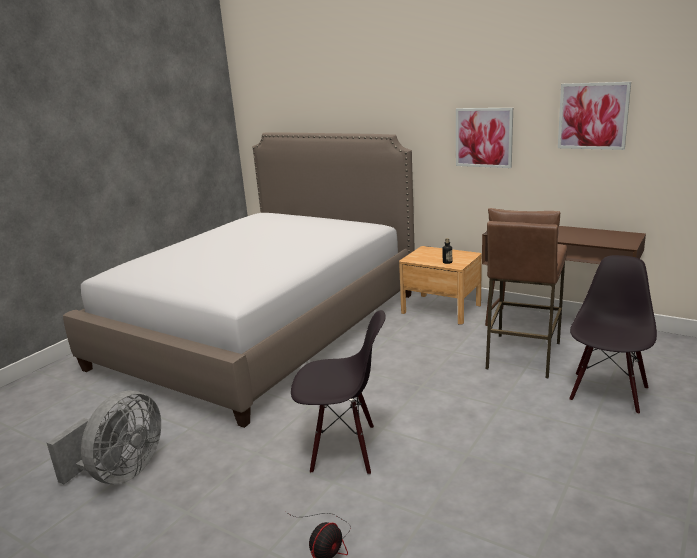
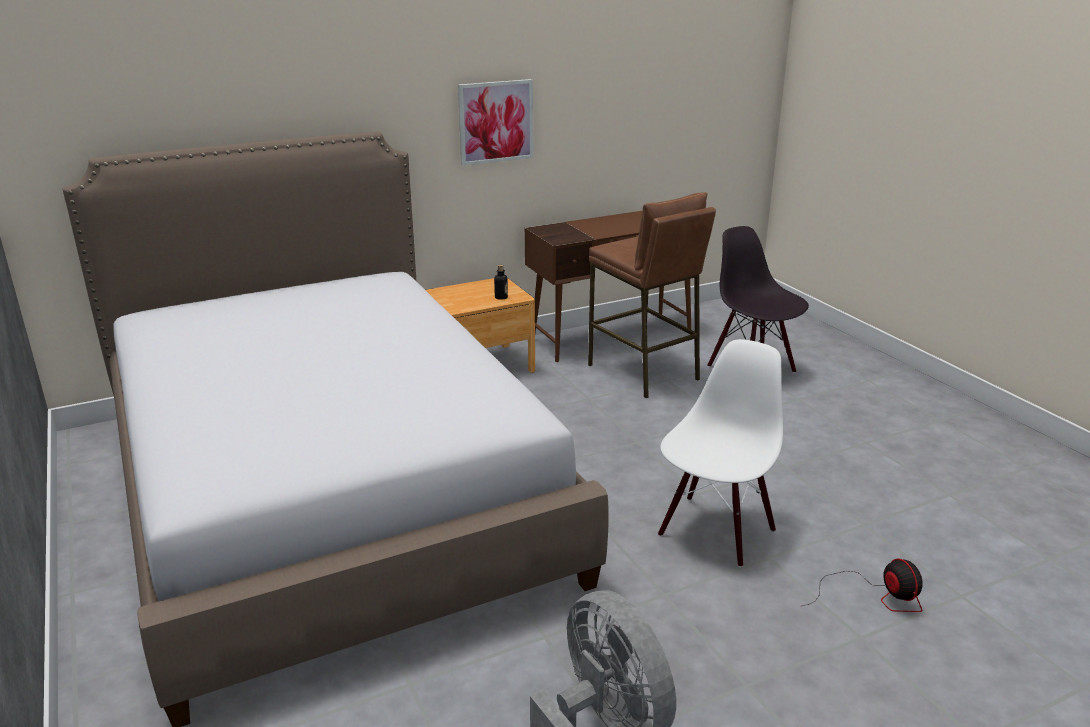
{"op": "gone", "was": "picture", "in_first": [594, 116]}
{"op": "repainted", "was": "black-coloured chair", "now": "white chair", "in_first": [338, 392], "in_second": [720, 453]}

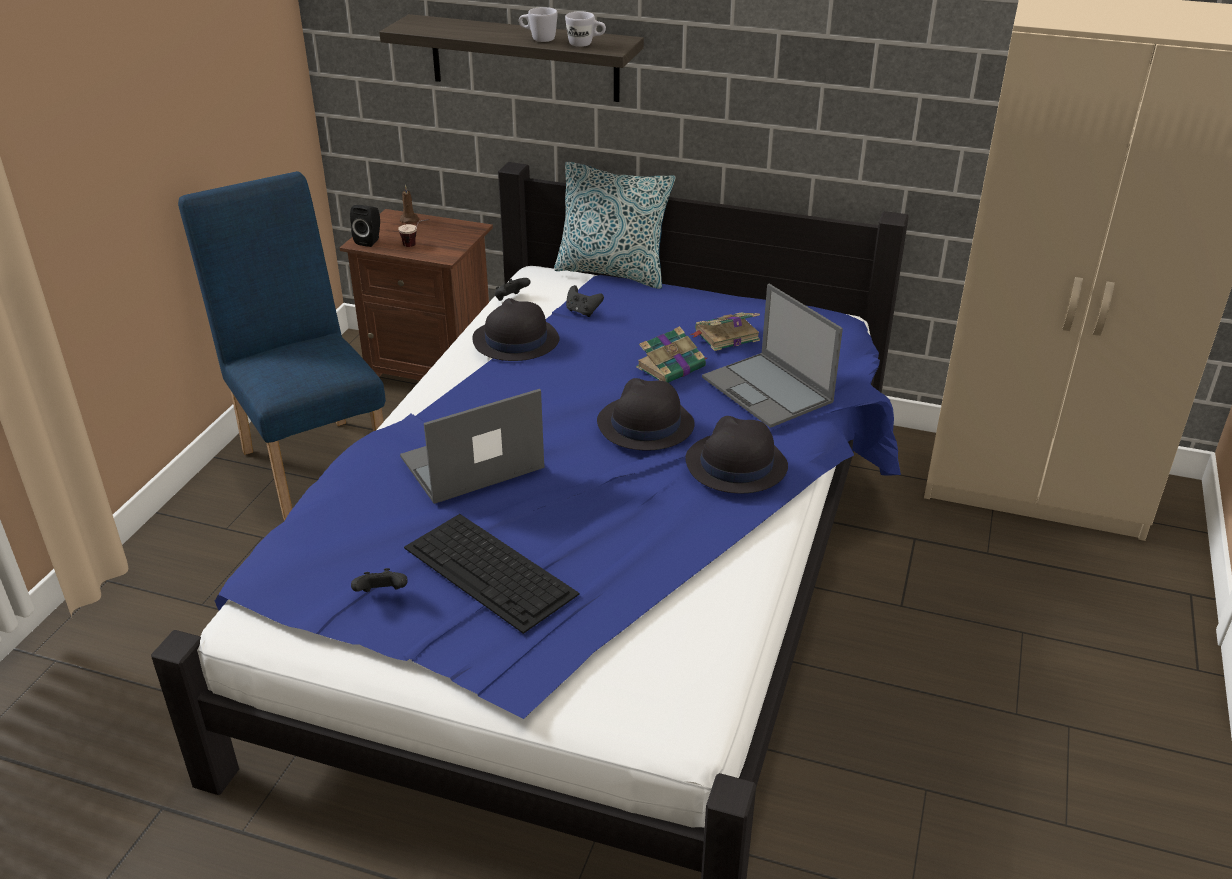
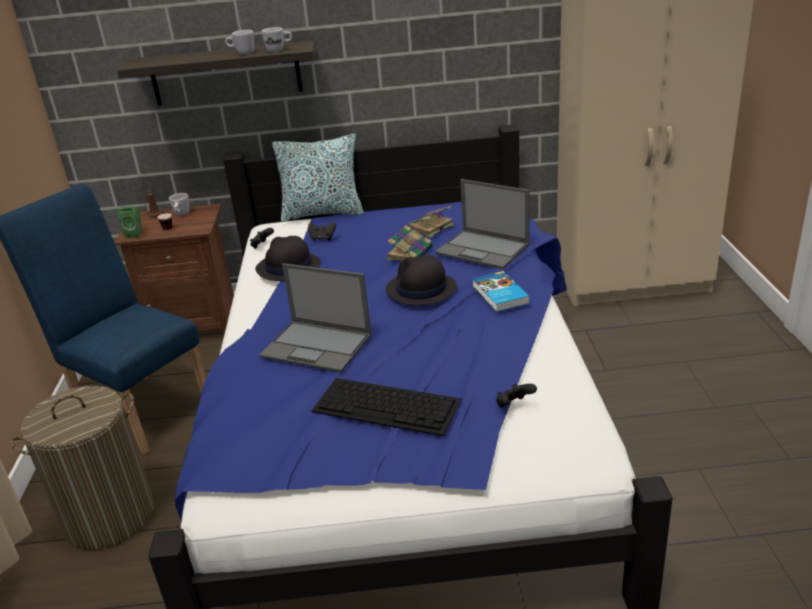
{"op": "new", "now": "hamper", "in_second": [82, 468]}
{"op": "new", "now": "white coffee mug", "in_second": [179, 204]}
{"op": "shifted", "was": "black-coloured gamepad", "in_first": [379, 580], "in_second": [516, 395]}
{"op": "swapped", "was": "black-coloured hat", "now": "volume", "in_first": [736, 454], "in_second": [501, 291]}
{"op": "repainted", "was": "black-coloured loudspeaker", "now": "green-coloured loudspeaker", "in_first": [365, 226], "in_second": [129, 222]}
{"op": "rotated", "was": "portable computer", "in_first": [472, 446], "in_second": [315, 318], "clockwise": -105}

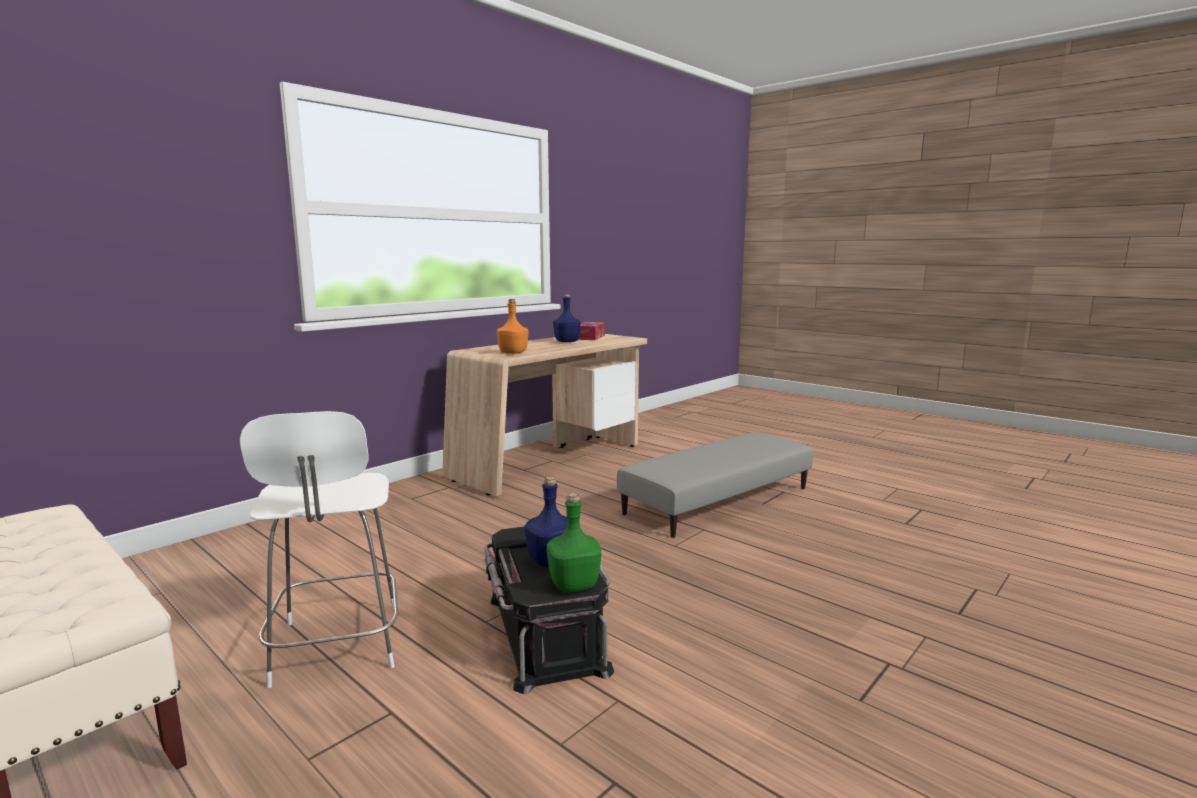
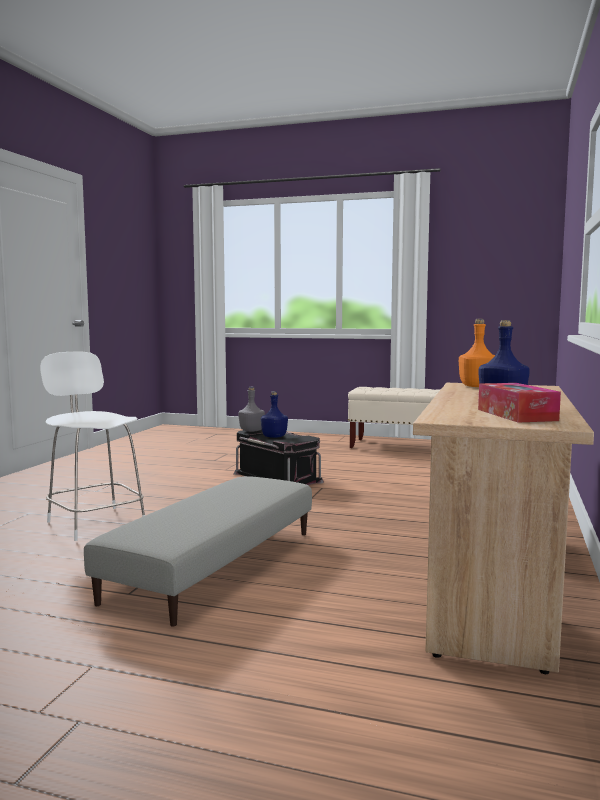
{"op": "shifted", "was": "white chair", "in_first": [319, 549], "in_second": [92, 446]}
{"op": "repainted", "was": "green-coloured drink bottle", "now": "greyish drink bottle", "in_first": [574, 542], "in_second": [251, 409]}

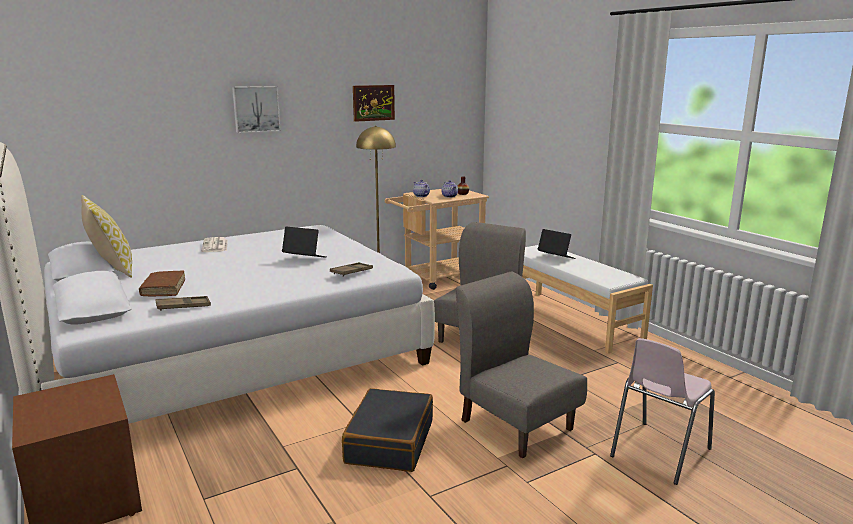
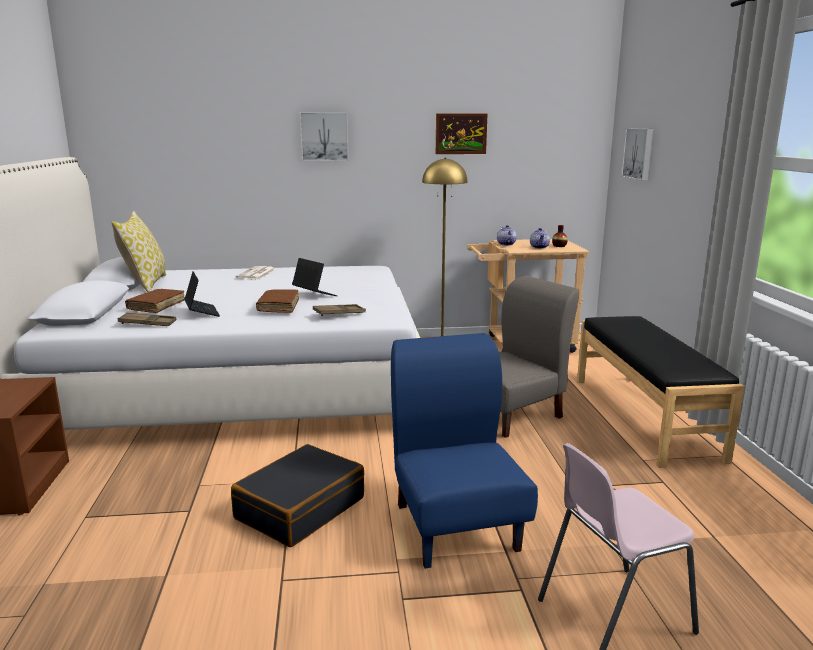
{"op": "new", "now": "brownish volume", "in_second": [277, 301]}
{"op": "new", "now": "picture", "in_second": [637, 154]}
{"op": "shifted", "was": "portable computer", "in_first": [556, 244], "in_second": [202, 294]}
{"op": "repainted", "was": "greyish chair", "now": "bluish chair", "in_first": [521, 365], "in_second": [464, 451]}
{"op": "repainted", "was": "white long seat", "now": "black-coloured long seat", "in_first": [587, 299], "in_second": [661, 392]}

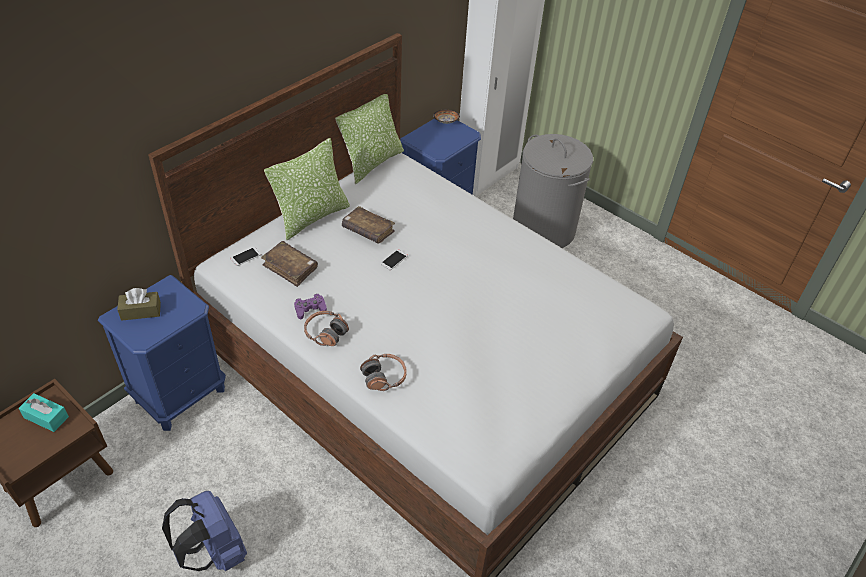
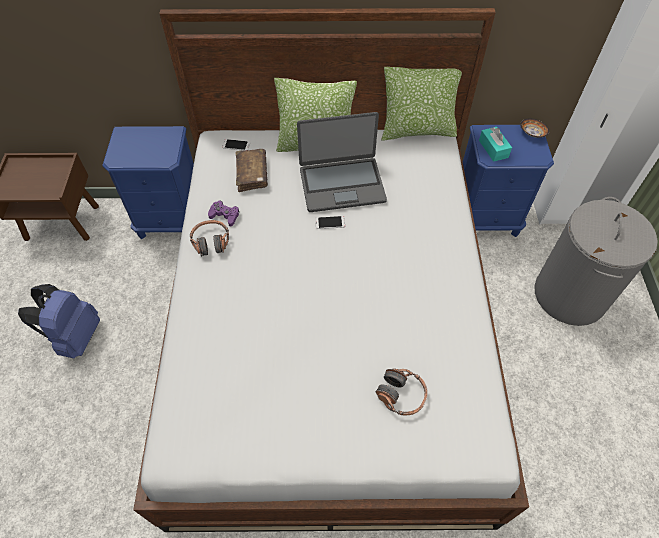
{"op": "gone", "was": "brownish tissue holder", "in_first": [139, 304]}
{"op": "shifted", "was": "turquoise-coloured tissue holder", "in_first": [44, 412], "in_second": [495, 144]}
{"op": "shifted", "was": "headphones", "in_first": [383, 372], "in_second": [402, 392]}
{"op": "swapped", "was": "brownish volume", "now": "portable computer", "in_first": [368, 225], "in_second": [342, 162]}

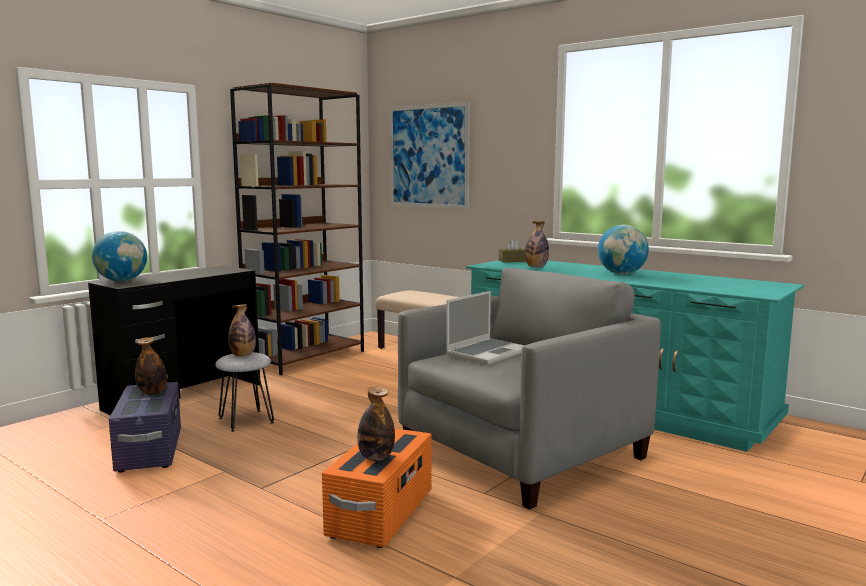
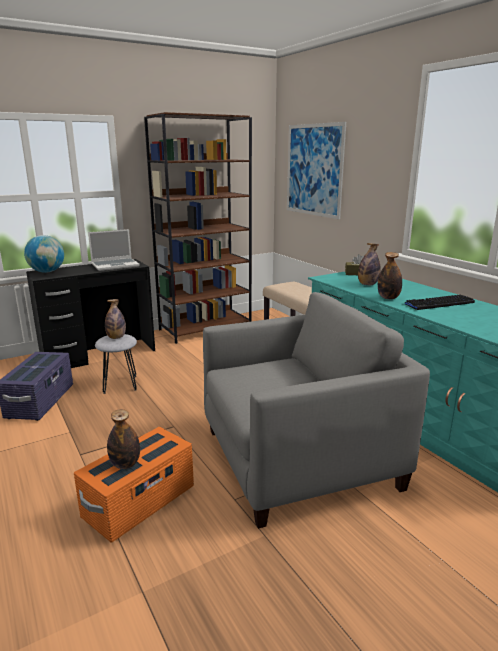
{"op": "shifted", "was": "drink bottle", "in_first": [151, 366], "in_second": [390, 275]}
{"op": "shifted", "was": "portable computer", "in_first": [485, 328], "in_second": [114, 250]}
{"op": "swapped", "was": "globe", "now": "PC keyboard", "in_first": [623, 249], "in_second": [440, 302]}

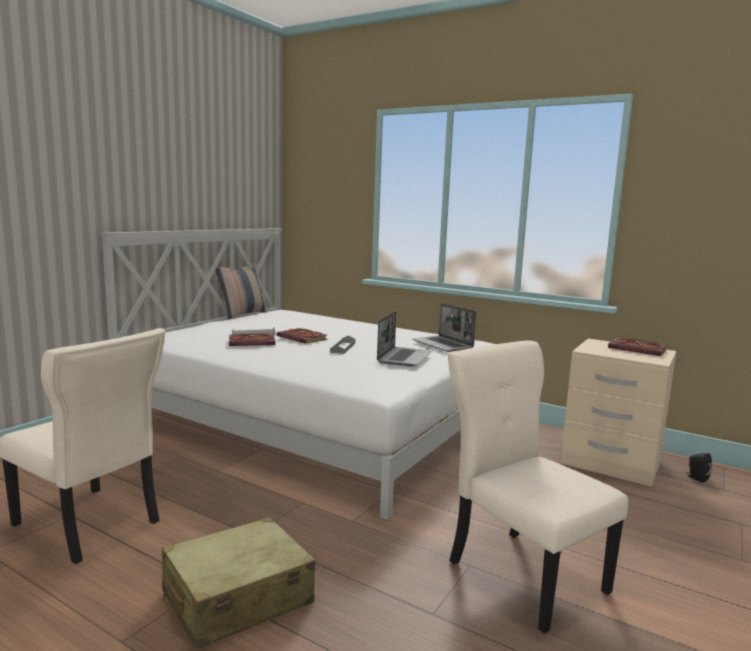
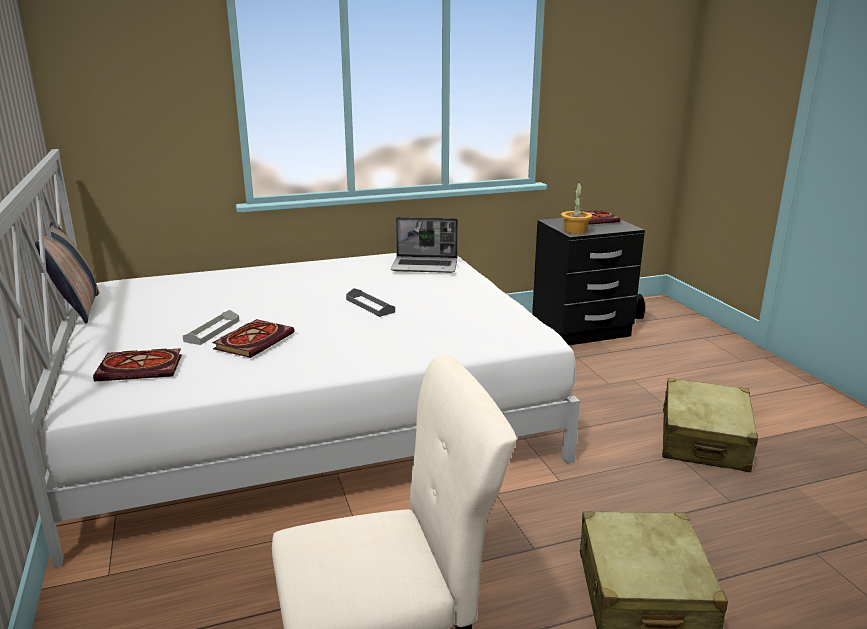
{"op": "gone", "was": "portable computer", "in_first": [404, 339]}
{"op": "new", "now": "plant in a pot", "in_second": [576, 207]}
{"op": "shifted", "was": "volume", "in_first": [301, 336], "in_second": [137, 365]}
{"op": "swapped", "was": "sand-coloured chair", "now": "sand-coloured travel case", "in_first": [538, 487], "in_second": [710, 425]}
{"op": "repainted", "was": "sand-coloured bedside table", "now": "black-coloured bedside table", "in_first": [618, 412], "in_second": [588, 281]}

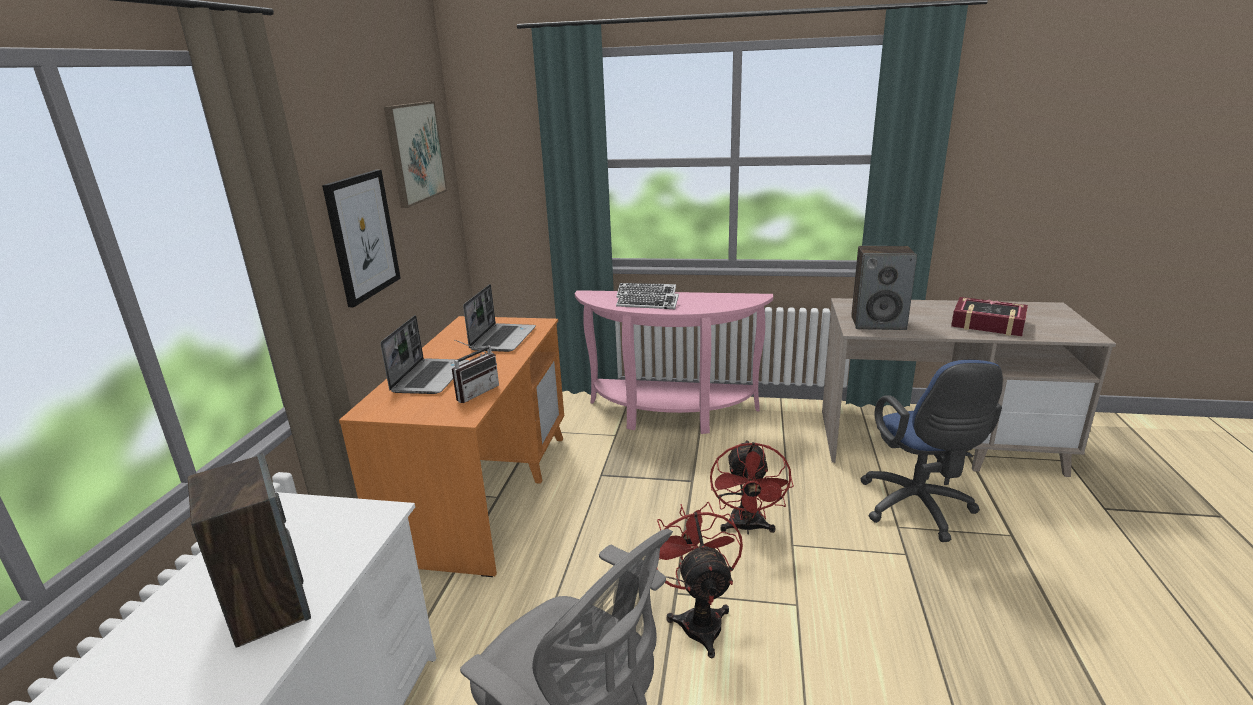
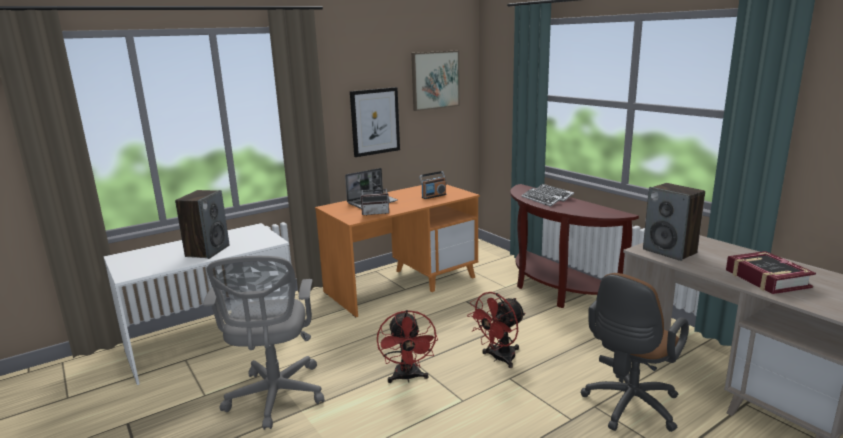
{"op": "swapped", "was": "portable computer", "now": "radio", "in_first": [499, 318], "in_second": [432, 185]}
{"op": "repainted", "was": "pinkish hall table", "now": "brownish hall table", "in_first": [674, 362], "in_second": [574, 246]}
{"op": "repainted", "was": "bluish computer chair", "now": "brownish computer chair", "in_first": [931, 451], "in_second": [635, 352]}
{"op": "rotated", "was": "reddish cooling fan", "in_first": [700, 580], "in_second": [407, 346], "clockwise": 135}

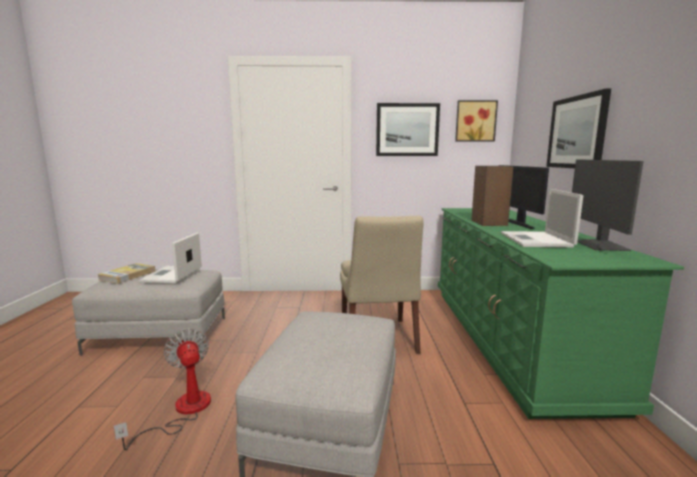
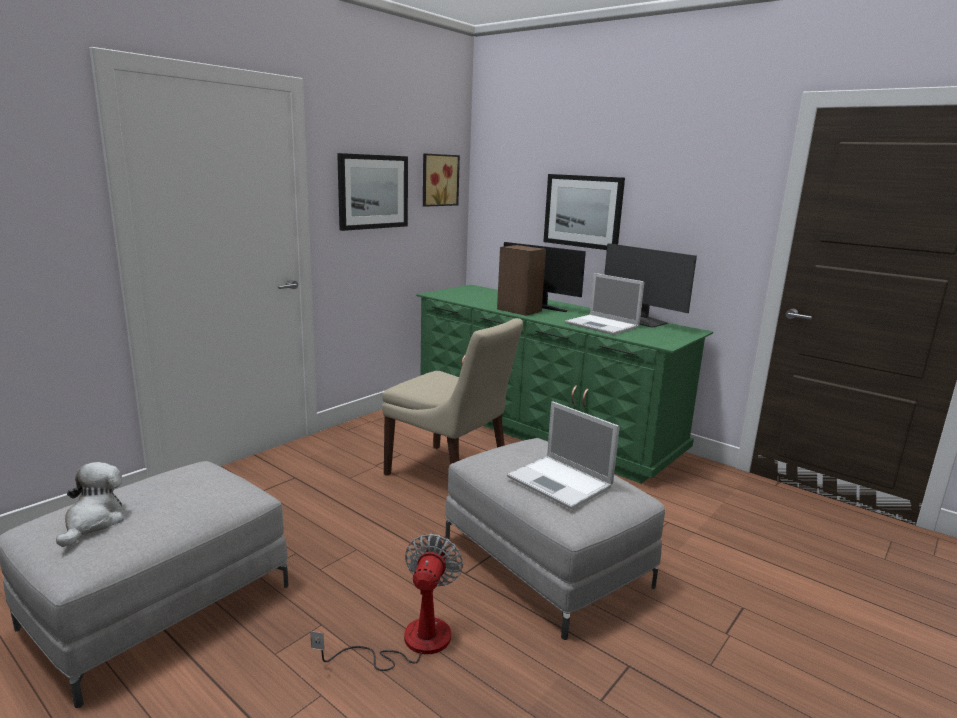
{"op": "shifted", "was": "portable computer", "in_first": [170, 258], "in_second": [563, 455]}
{"op": "swapped", "was": "volume", "now": "plush toy", "in_first": [126, 273], "in_second": [90, 504]}
{"op": "rotated", "was": "cooling fan", "in_first": [162, 389], "in_second": [386, 602], "clockwise": 90}

